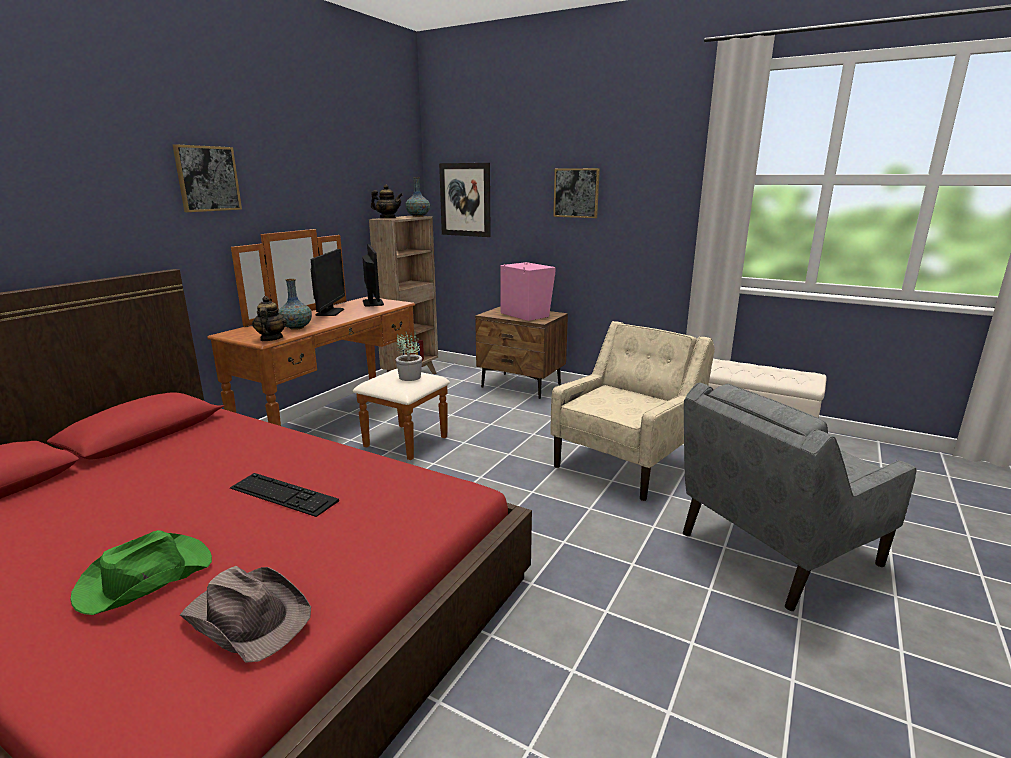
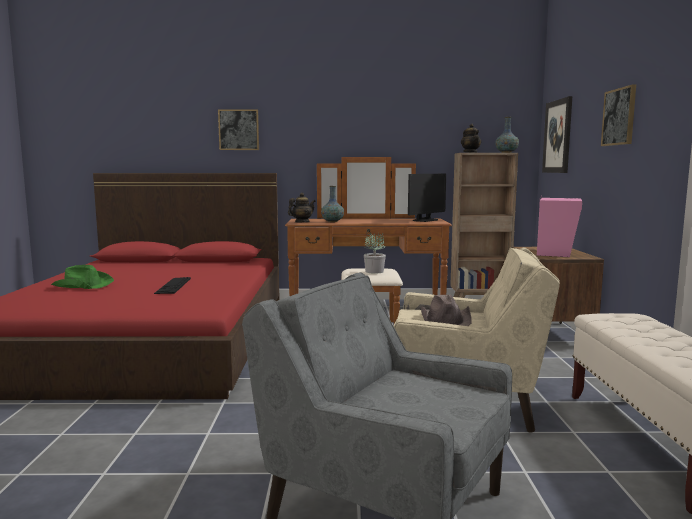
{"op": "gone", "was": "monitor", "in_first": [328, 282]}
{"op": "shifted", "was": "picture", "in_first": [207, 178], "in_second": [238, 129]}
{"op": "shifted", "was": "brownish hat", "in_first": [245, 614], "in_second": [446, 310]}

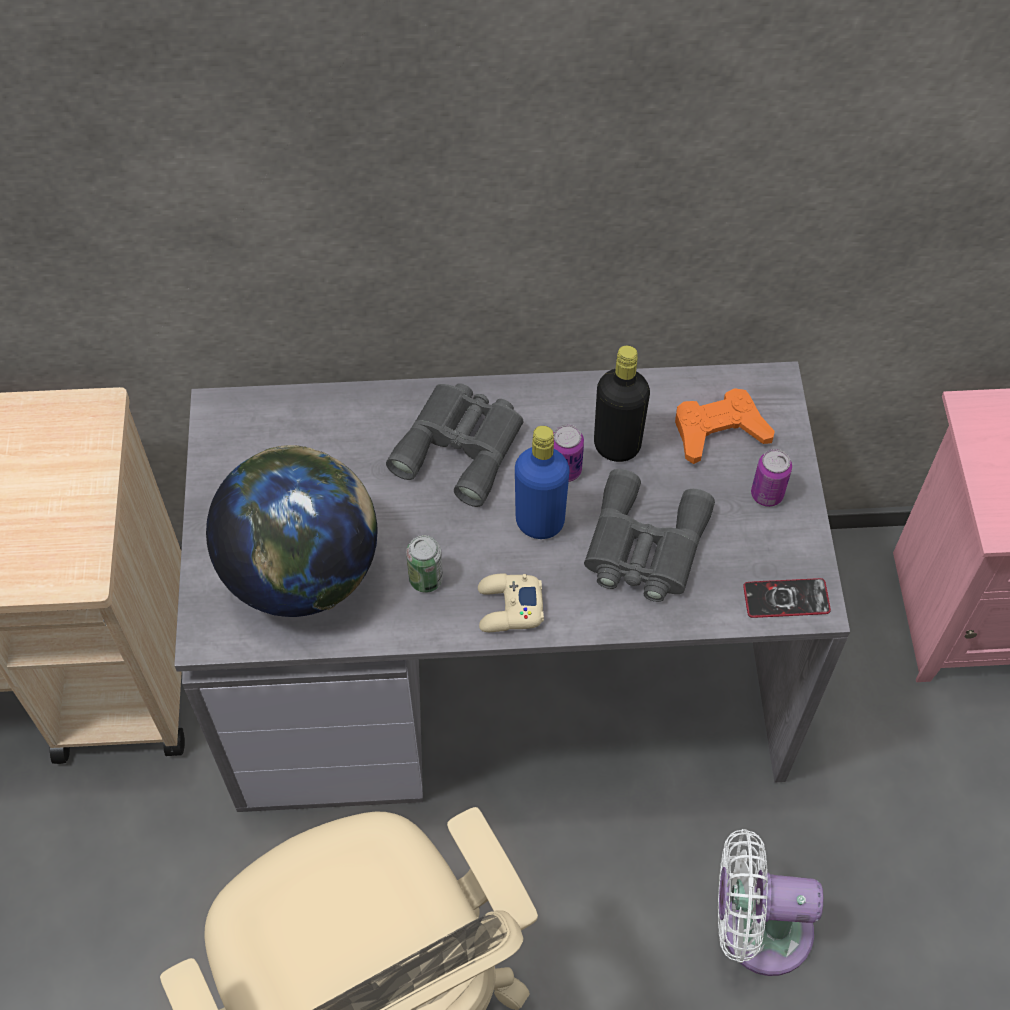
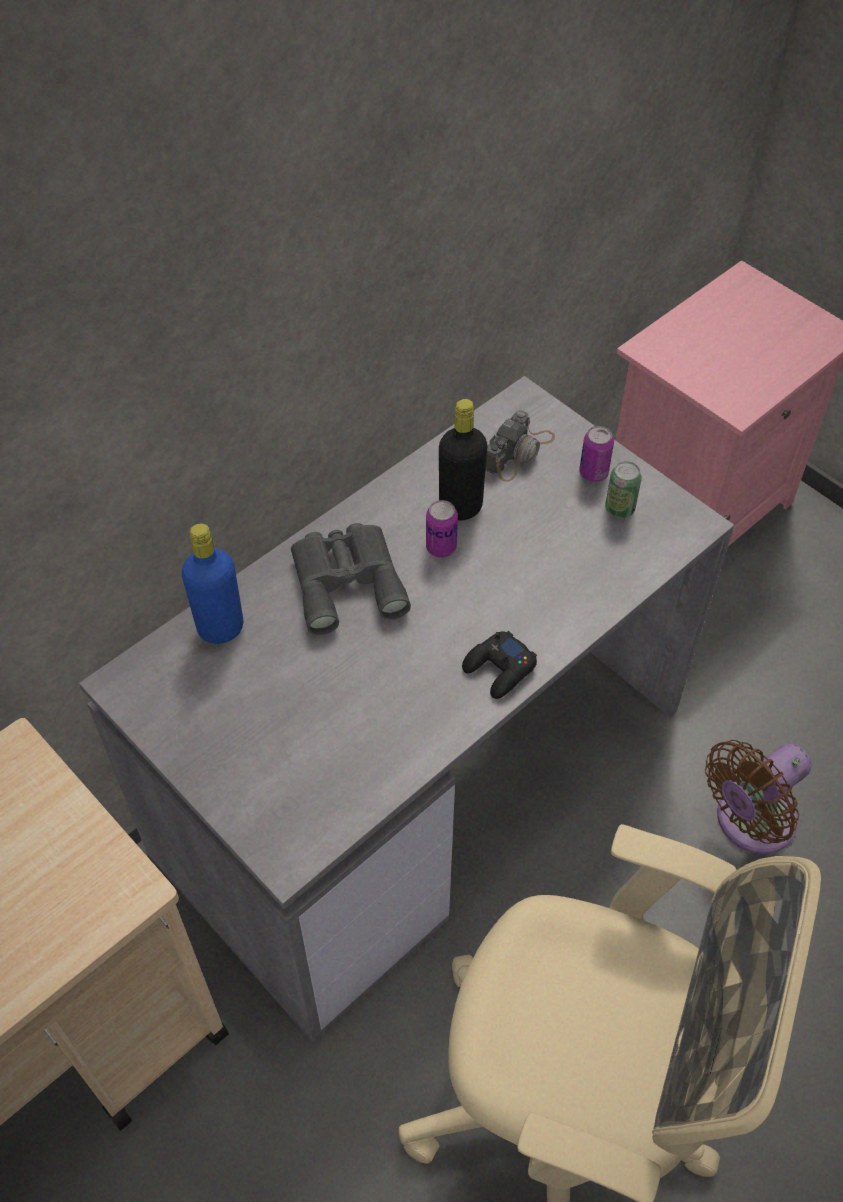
{"op": "gone", "was": "globe", "in_first": [292, 531]}
{"op": "gone", "was": "greyish pair of binoculars", "in_first": [649, 535]}
{"op": "gone", "was": "telephone", "in_first": [787, 598]}
{"op": "shifted", "was": "sealed can", "in_first": [424, 564], "in_second": [623, 489]}
{"op": "shifted", "was": "bluish drink bottle", "in_first": [542, 482], "in_second": [212, 584]}
{"op": "swapped", "was": "orangey gamepad", "now": "photo camera", "in_first": [725, 426], "in_second": [520, 446]}
{"op": "repainted", "was": "sand-coloured gamepad", "now": "black-coloured gamepad", "in_first": [511, 602], "in_second": [499, 665]}
{"op": "repainted", "was": "white cooling fan", "now": "brownish cooling fan", "in_first": [770, 902], "in_second": [758, 797]}

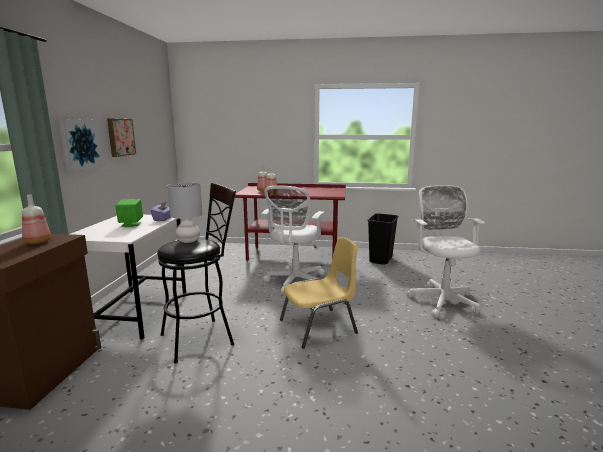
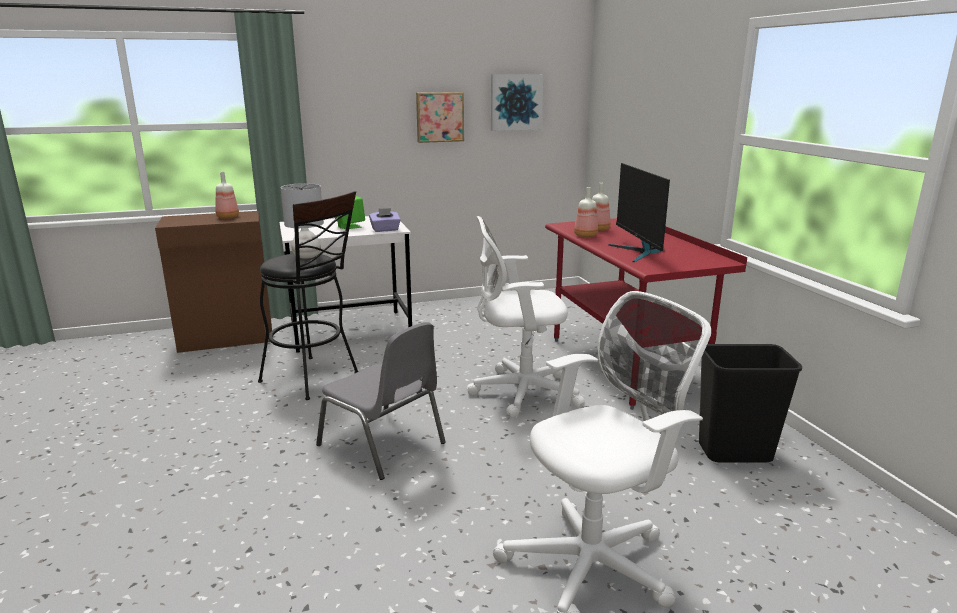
{"op": "new", "now": "monitor", "in_second": [639, 212]}
{"op": "shifted", "was": "picture", "in_first": [80, 145], "in_second": [517, 102]}
{"op": "repainted", "was": "yellow chair", "now": "greyish chair", "in_first": [319, 293], "in_second": [381, 401]}

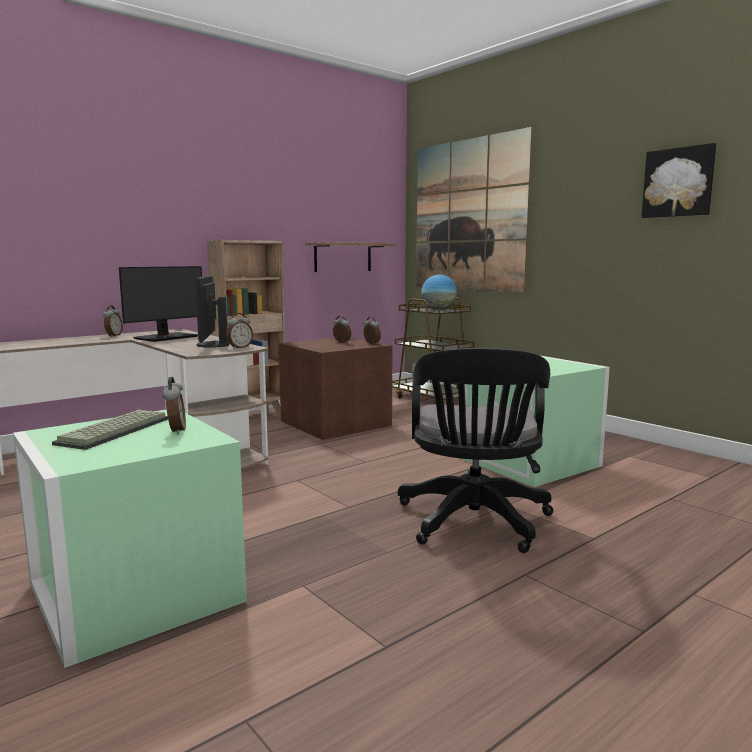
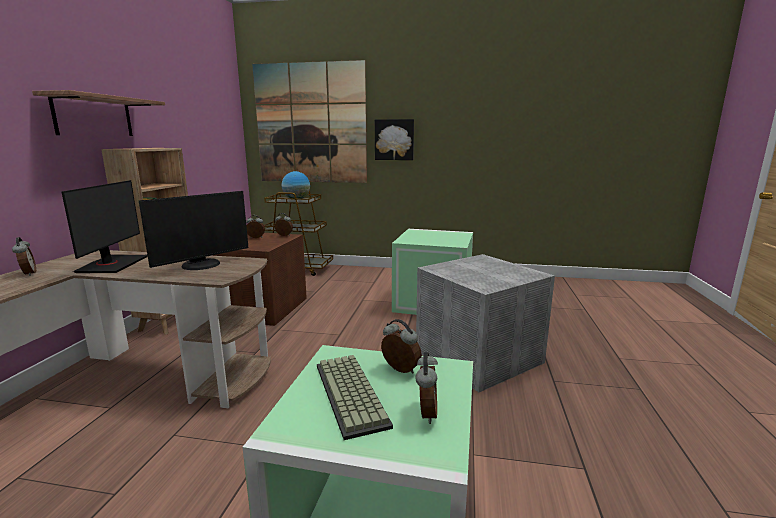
{"op": "shifted", "was": "table clock", "in_first": [239, 331], "in_second": [426, 388]}
{"op": "shifted", "was": "shelf", "in_first": [350, 257], "in_second": [98, 113]}
{"op": "shifted", "was": "picture", "in_first": [678, 180], "in_second": [394, 139]}
{"op": "swapped", "was": "black-coloured computer chair", "now": "greyish storage bin", "in_first": [475, 450], "in_second": [485, 323]}
{"op": "rotated", "was": "monitor", "in_first": [212, 311], "in_second": [194, 230], "clockwise": -90}

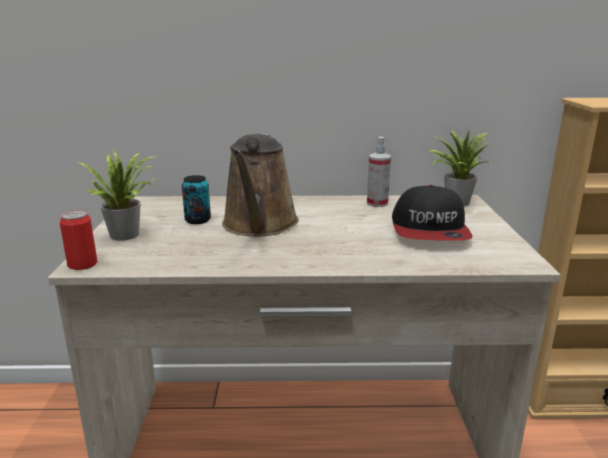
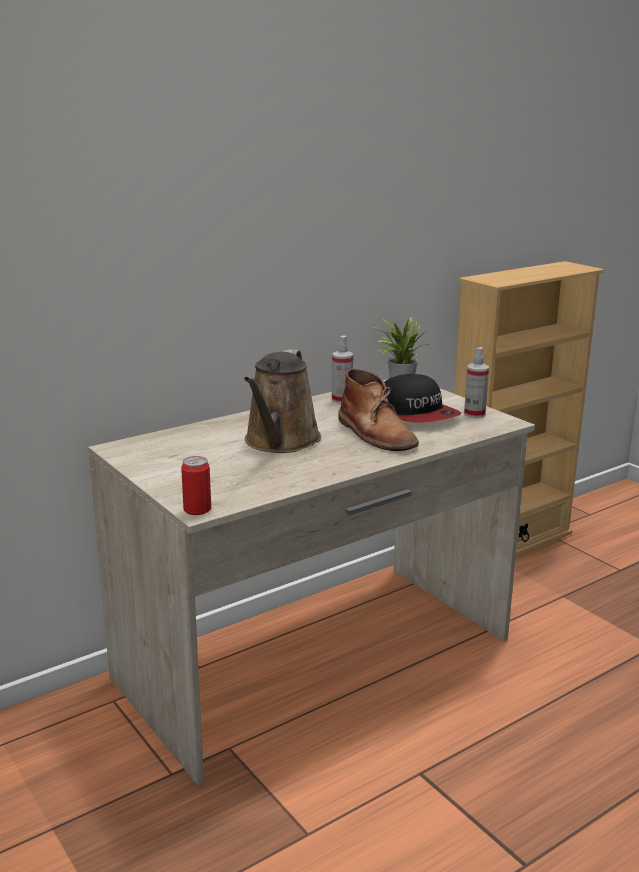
{"op": "gone", "was": "plant in a pot", "in_first": [116, 195]}
{"op": "gone", "was": "sealed can", "in_first": [196, 199]}
{"op": "new", "now": "brownish tall boot", "in_second": [378, 410]}
{"op": "new", "now": "hand sprayer", "in_second": [476, 382]}
{"op": "rotated", "was": "brownish sprinkling can", "in_first": [260, 185], "in_second": [282, 401], "clockwise": 45}

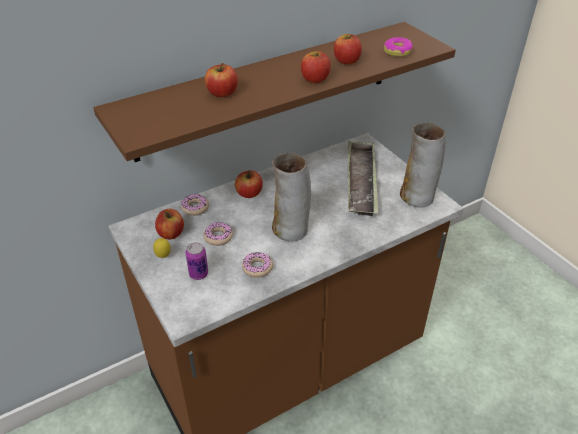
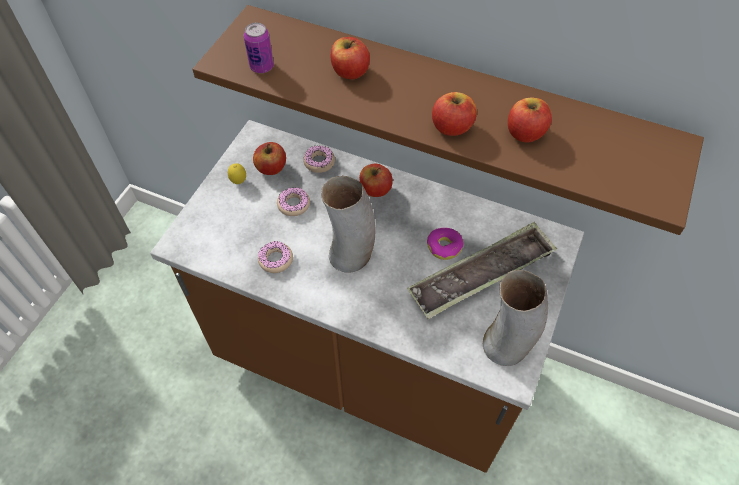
{"op": "shifted", "was": "sealed can", "in_first": [197, 261], "in_second": [259, 48]}
{"op": "shifted", "was": "donut", "in_first": [398, 47], "in_second": [445, 244]}

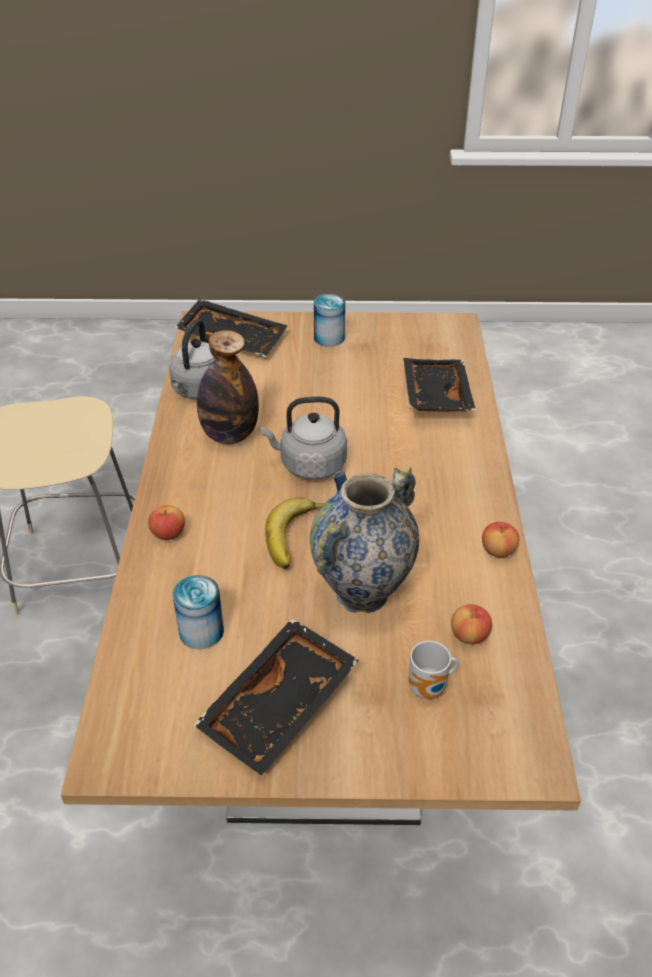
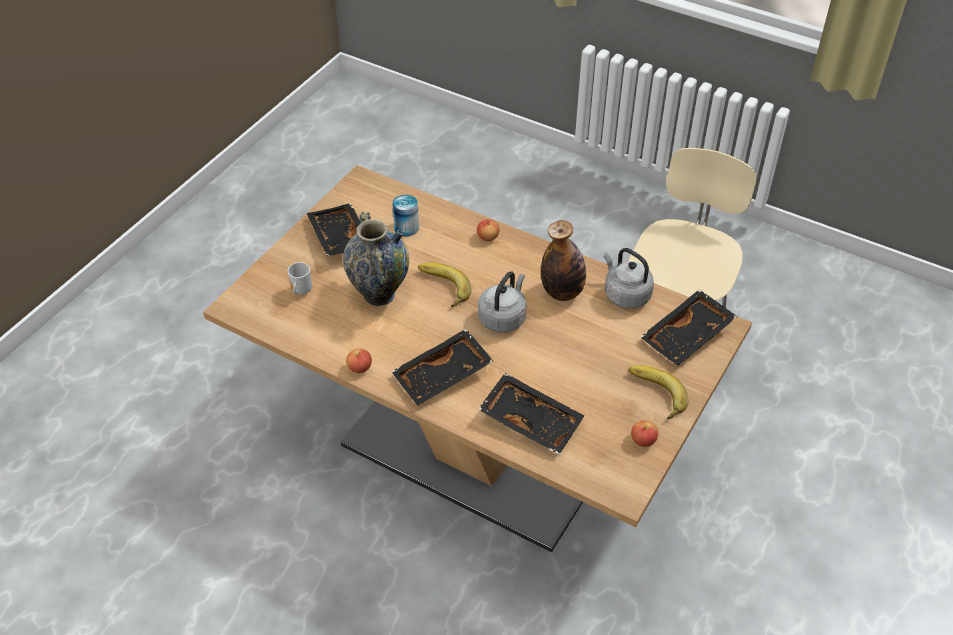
{"op": "new", "now": "black-coloured tray", "in_second": [442, 367]}
{"op": "shifted", "was": "apple", "in_first": [471, 624], "in_second": [644, 433]}
{"op": "swapped", "was": "sealed can", "now": "banana", "in_first": [329, 320], "in_second": [658, 392]}

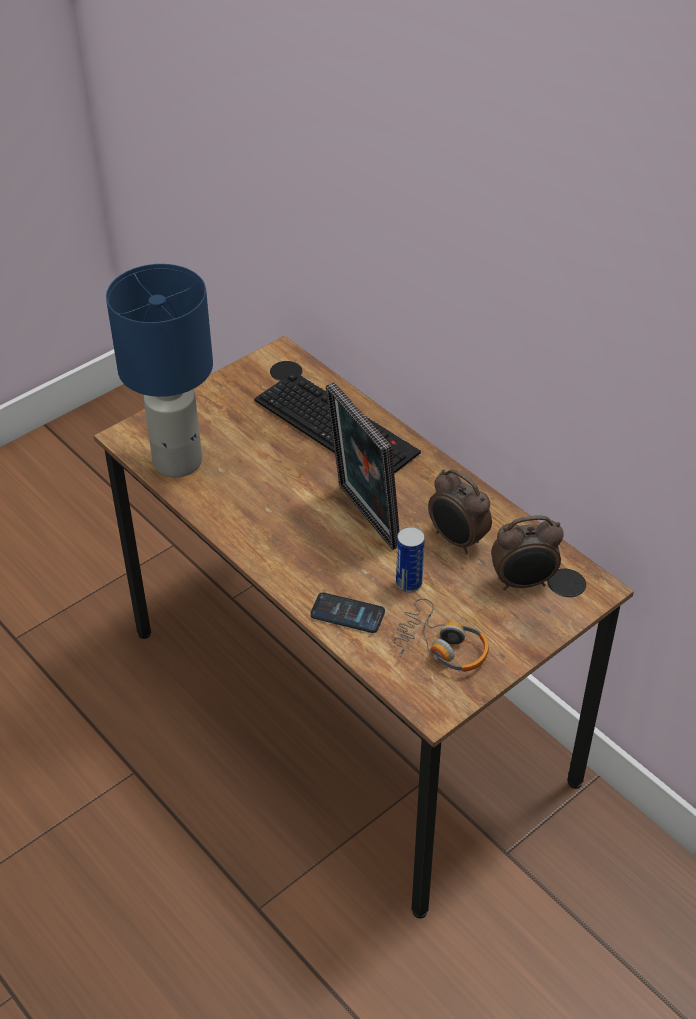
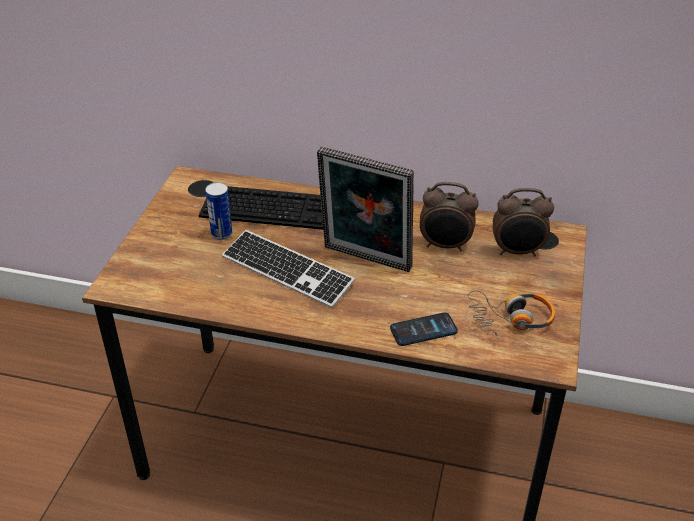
{"op": "gone", "was": "bluish table lamp", "in_first": [159, 371]}
{"op": "new", "now": "PC keyboard", "in_second": [288, 269]}
{"op": "shifted", "was": "sealed can", "in_first": [410, 560], "in_second": [218, 211]}
{"op": "rotated", "was": "table clock", "in_first": [527, 553], "in_second": [523, 222], "clockwise": 45}

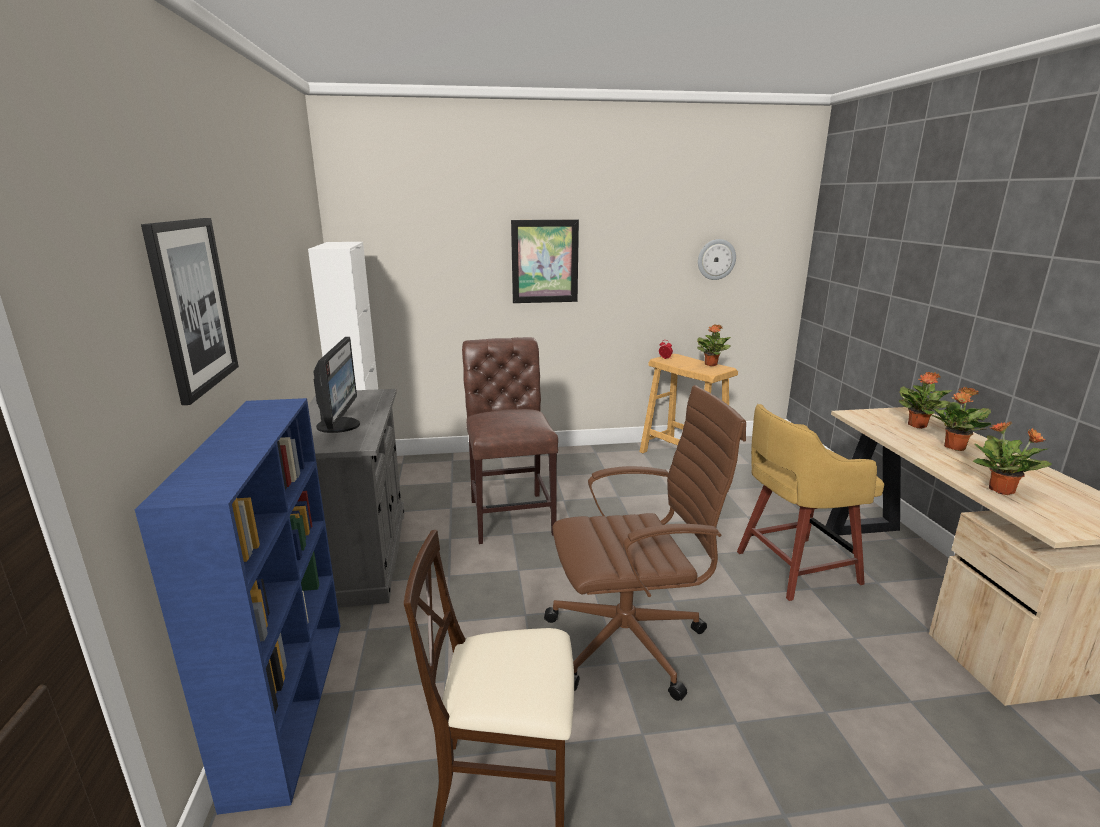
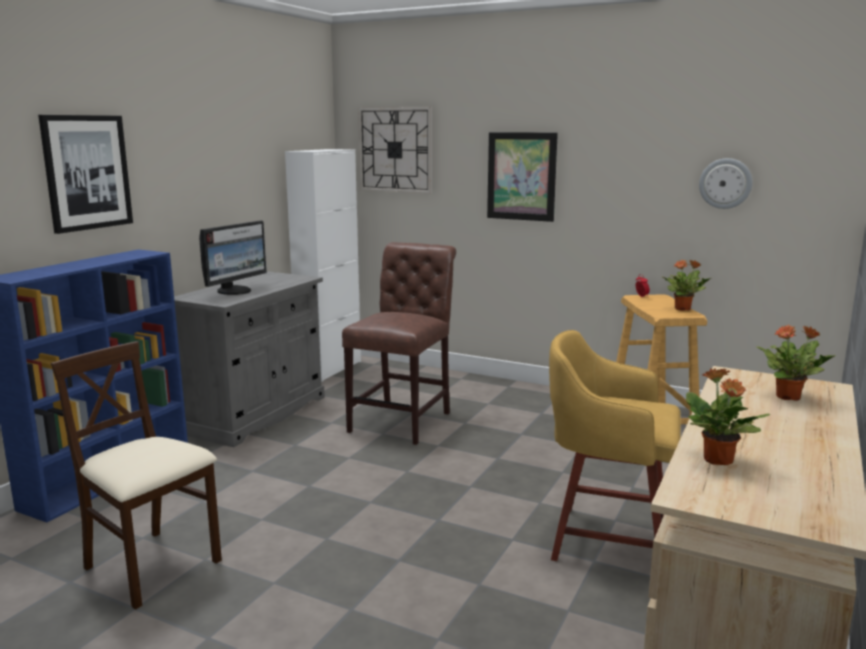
{"op": "gone", "was": "brownish computer chair", "in_first": [645, 543]}
{"op": "gone", "was": "plant in a pot", "in_first": [961, 419]}
{"op": "new", "now": "wall clock", "in_second": [395, 150]}

